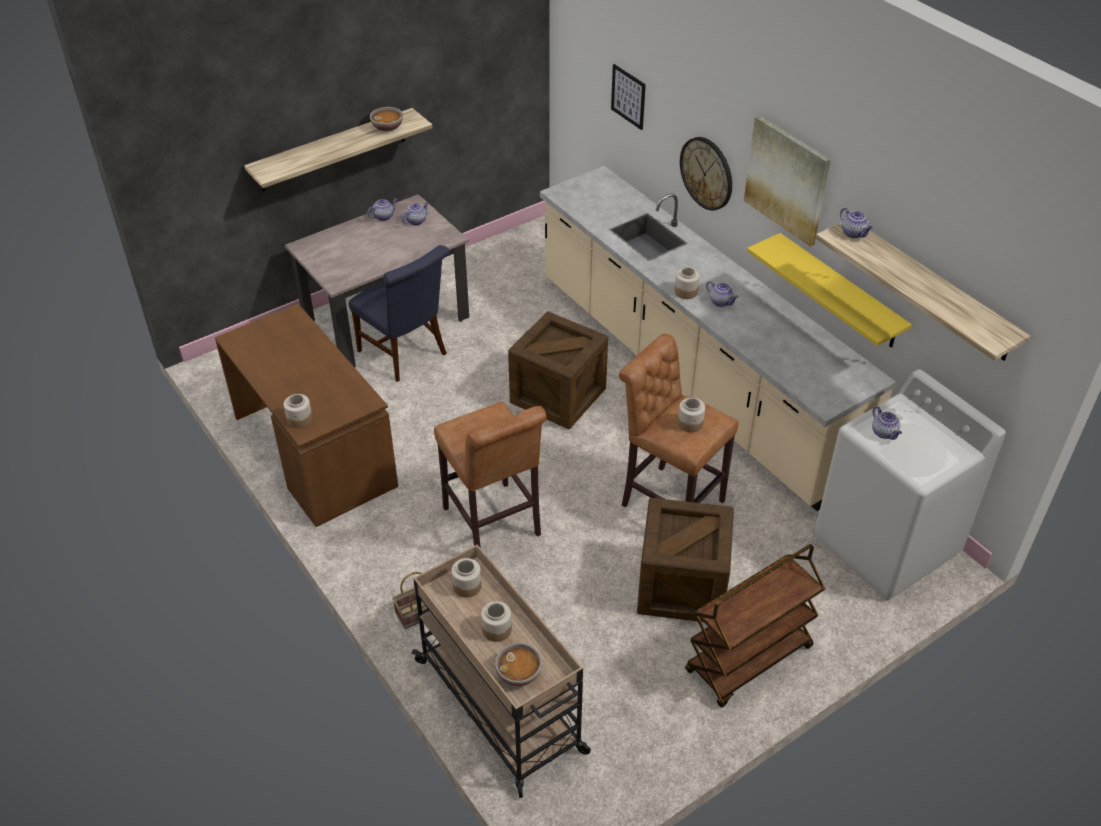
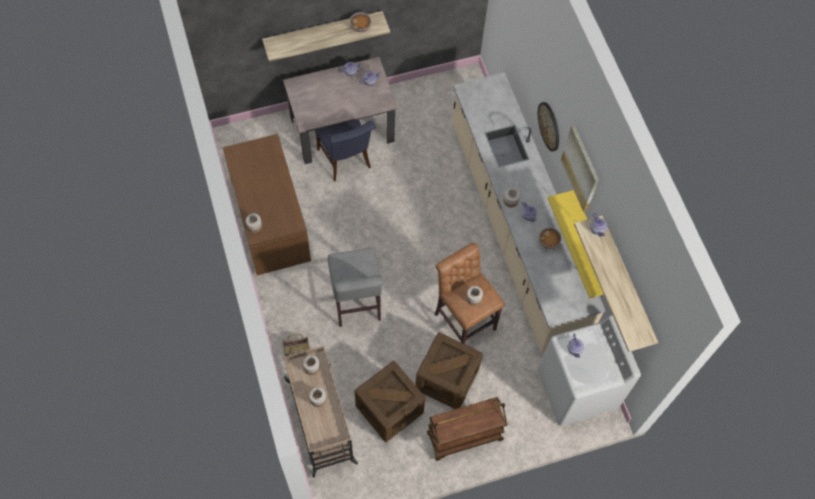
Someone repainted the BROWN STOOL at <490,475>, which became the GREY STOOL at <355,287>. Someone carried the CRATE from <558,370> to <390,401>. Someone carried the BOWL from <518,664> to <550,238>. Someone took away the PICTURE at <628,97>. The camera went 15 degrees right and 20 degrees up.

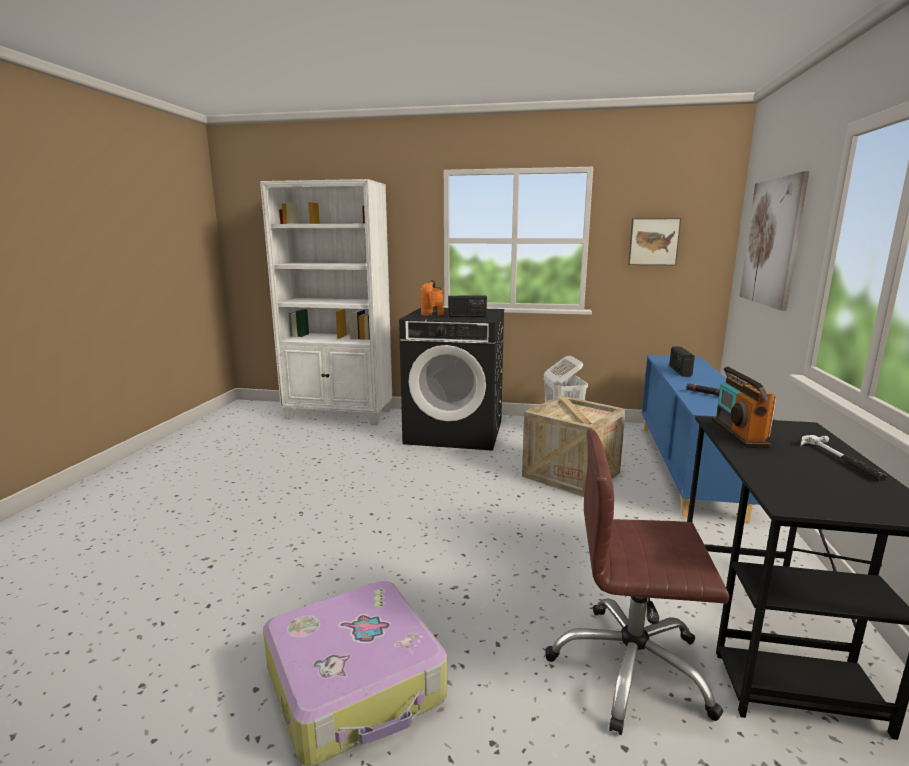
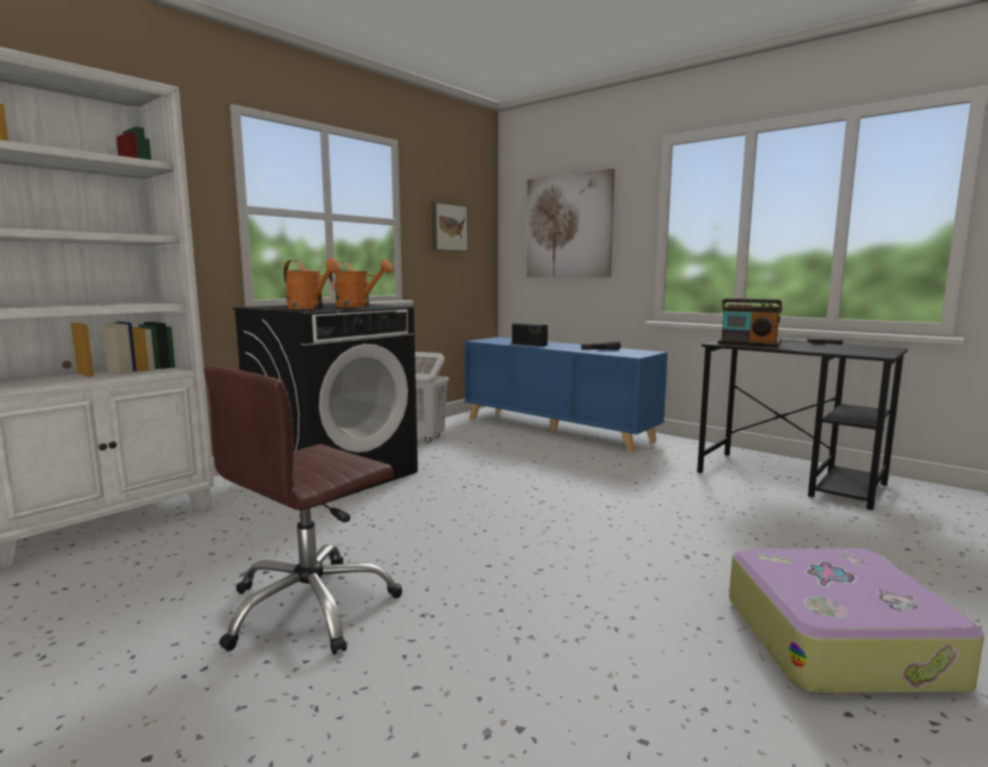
Someone carried the BROWN OFFICE CHAIR from <637,582> to <303,510>. Someone swapped the RADIO at <467,306> for the ORANGE WATERING CAN at <361,283>. Someone took away the CRATE at <574,446>. The camera went 60 degrees left and 5 degrees down.

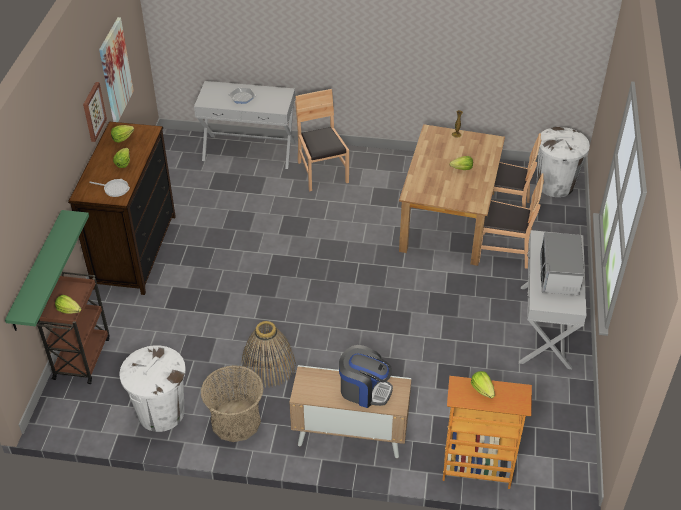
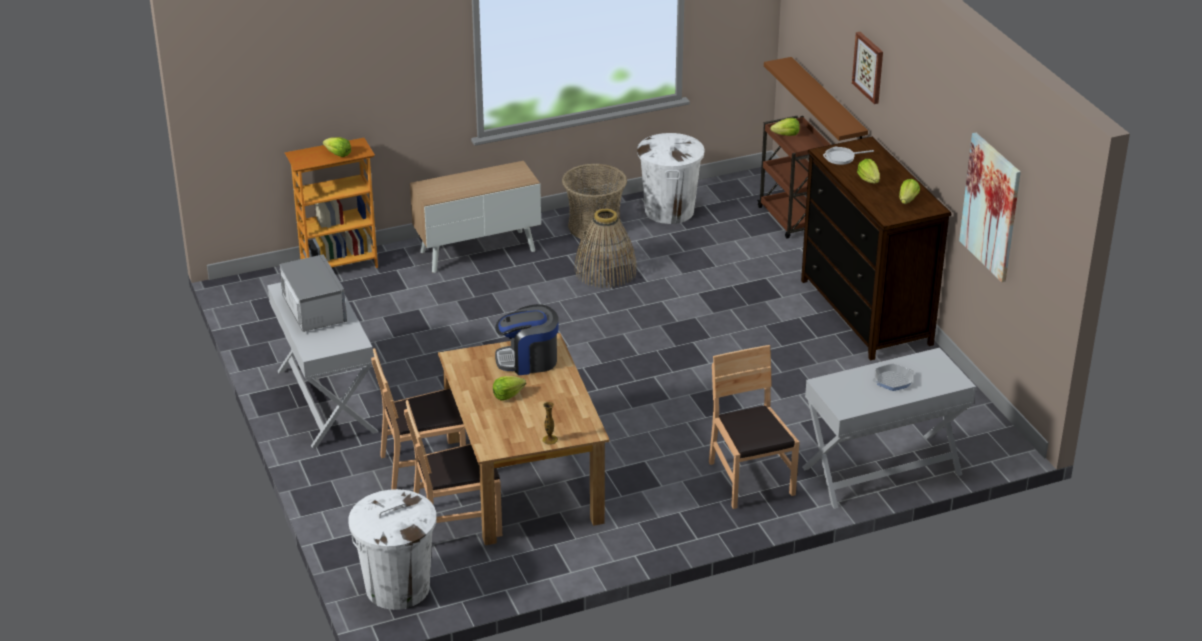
Someone carried the COFFEE MACHINE from <366,376> to <527,339>. Someone rotated the BROWN CHAIR at <322,140> by 150 degrees counterclockwise. Someone repainted the GREEN SHELF at <47,270>, which became the BROWN SHELF at <816,99>. Someone carried the PICTURE from <95,112> to <867,68>. The camera went 150 degrees right and 10 degrees down.

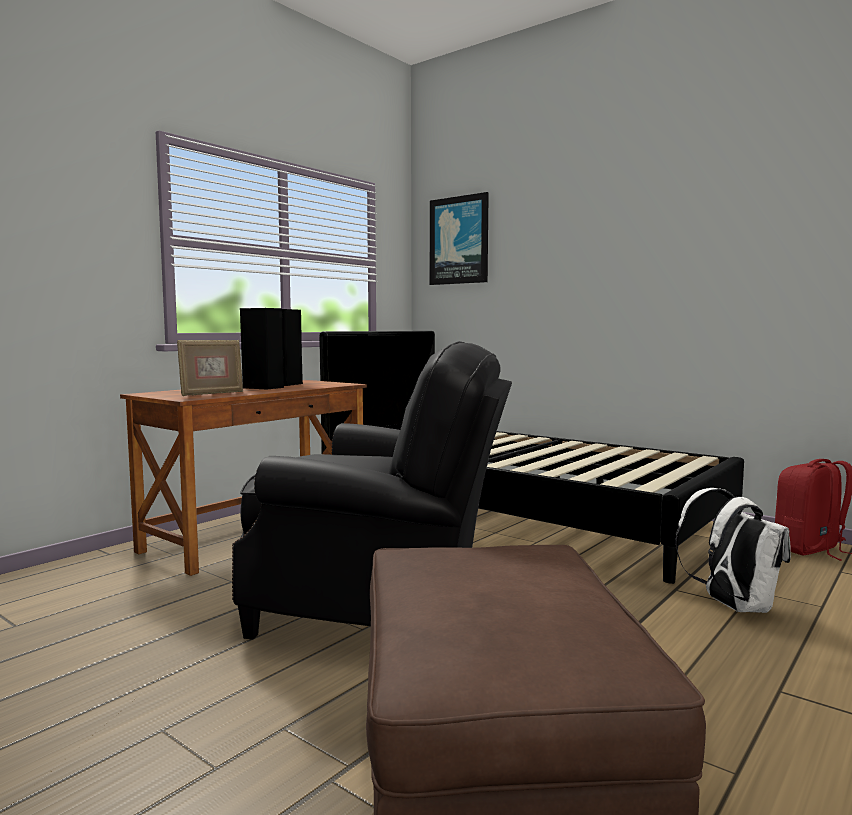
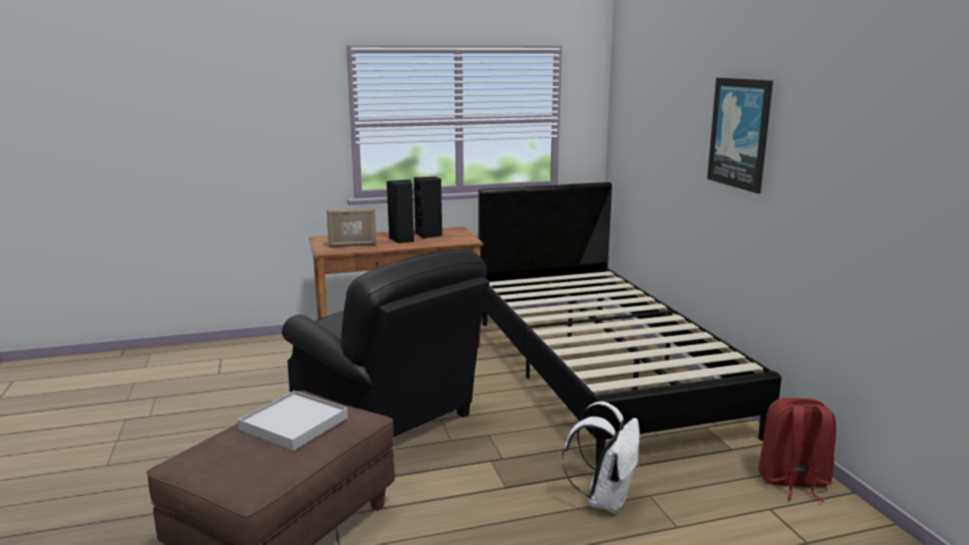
Someone put down the WHITE TRAY at <293,421>. Someone carried the PICTURE from <459,238> to <740,136>. The camera went 35 degrees right and 10 degrees up.

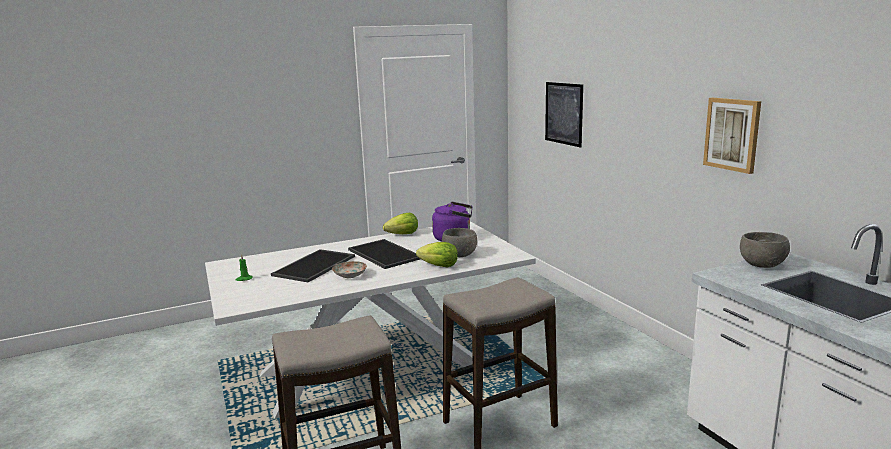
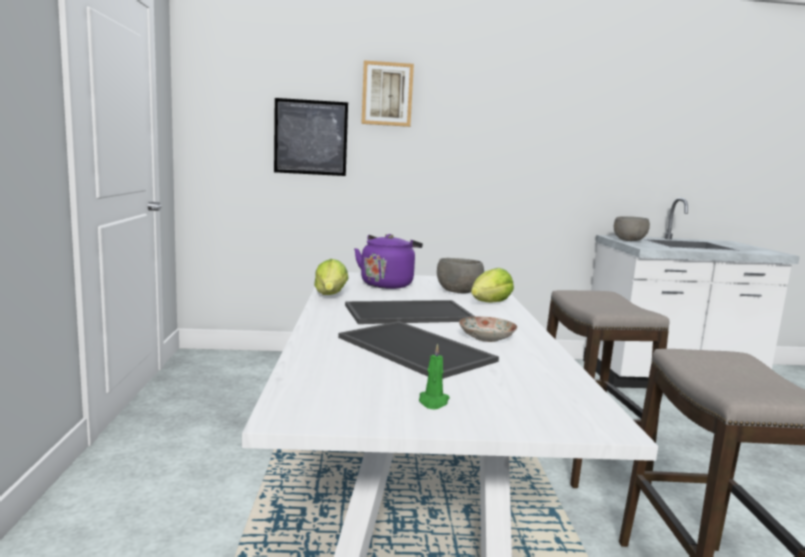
Someone carried the PICTURE from <732,136> to <387,93>. The camera went 70 degrees left and 5 degrees down.

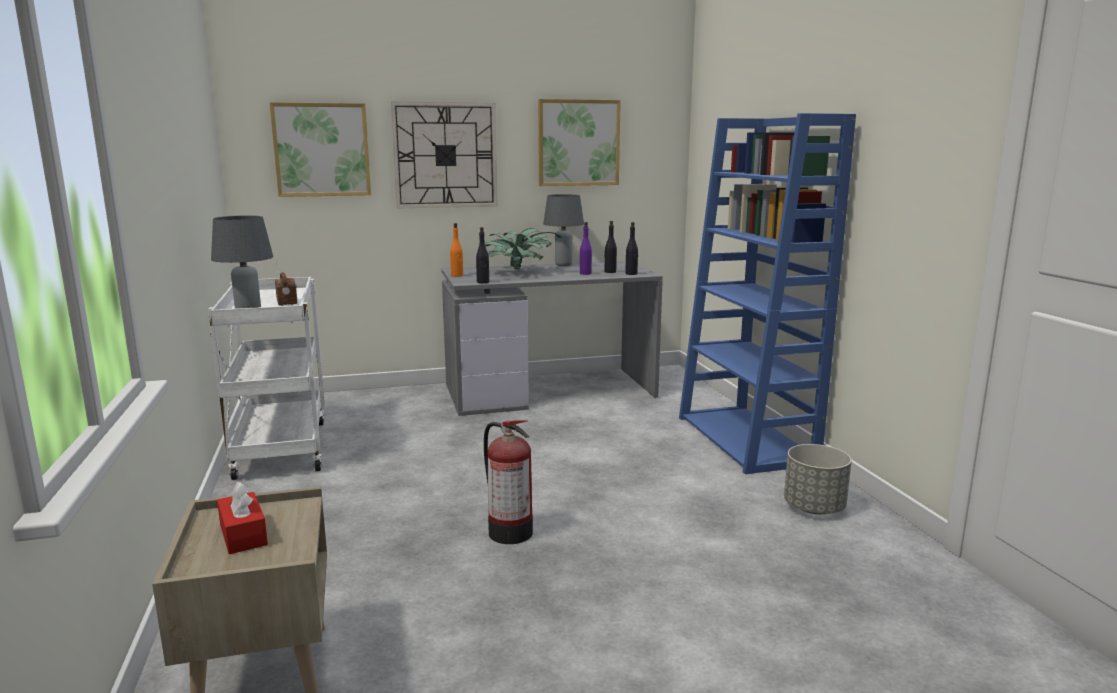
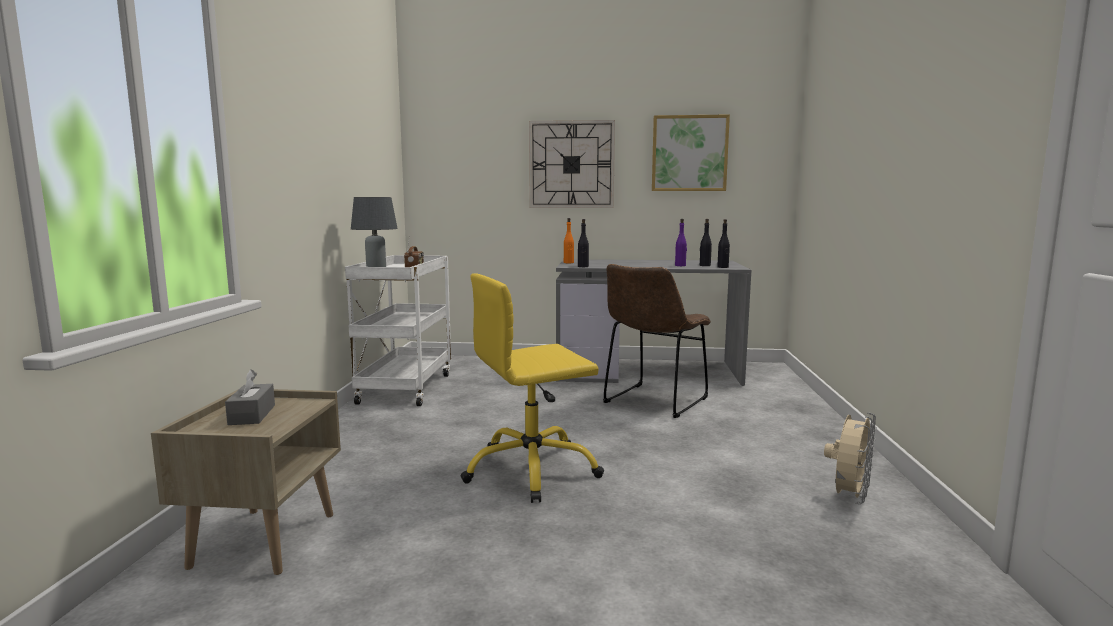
Someone repainted the RED TISSUE BOX at <242,517>, which became the GREY TISSUE BOX at <250,397>. Someone swapped the FIRE EXTINGUISHER at <508,482> for the YELLOW OFFICE CHAIR at <532,388>. Someone put down the BROWN CHAIR at <657,341>. Someone swapped the GREY PLANTER at <818,479> for the BEIGE FAN at <850,458>. Someone took away the PICTURE at <320,149>. Someone took away the POTTED PLANT at <520,249>. Someone took away the GREY TABLE LAMP at <563,230>. Someone took away the BLUE BOOKCASE at <767,293>. The camera went 20 degrees right and 5 degrees down.

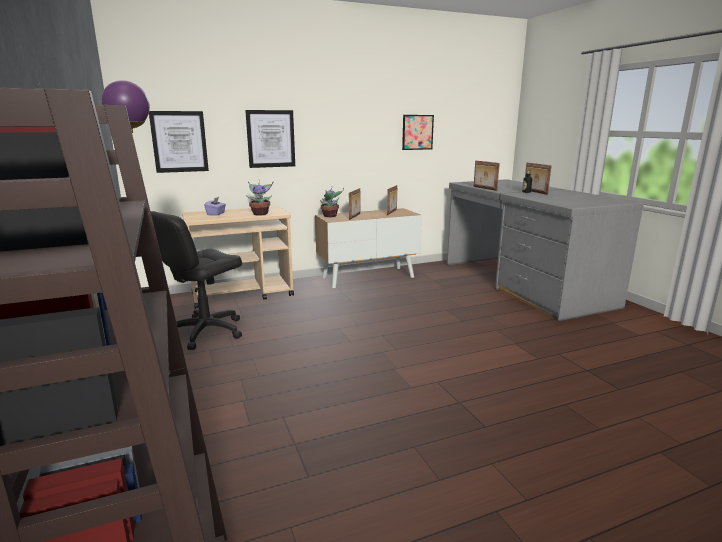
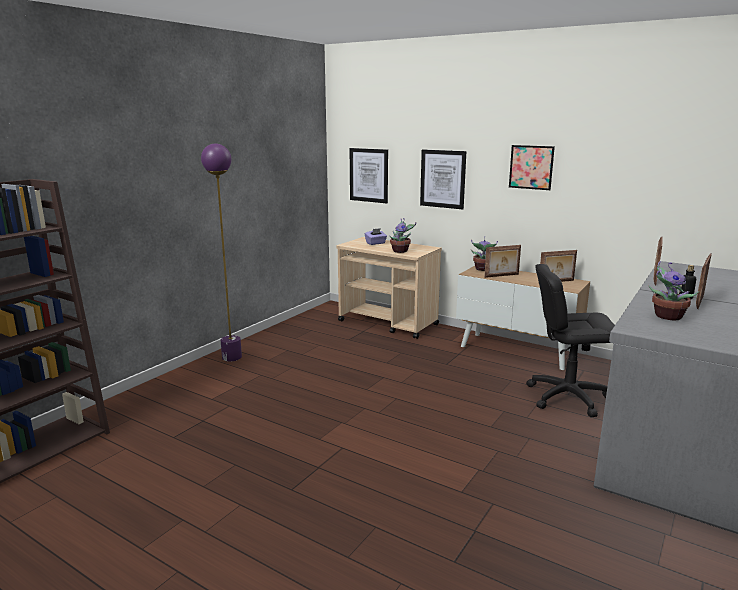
Someone carried the PICTURE from <418,132> to <532,167>. Someone carried the BLACK OFFICE CHAIR from <196,280> to <570,340>. Someone put down the POTTED PLANT at <674,290>. The camera went 55 degrees right and 0 degrees up.

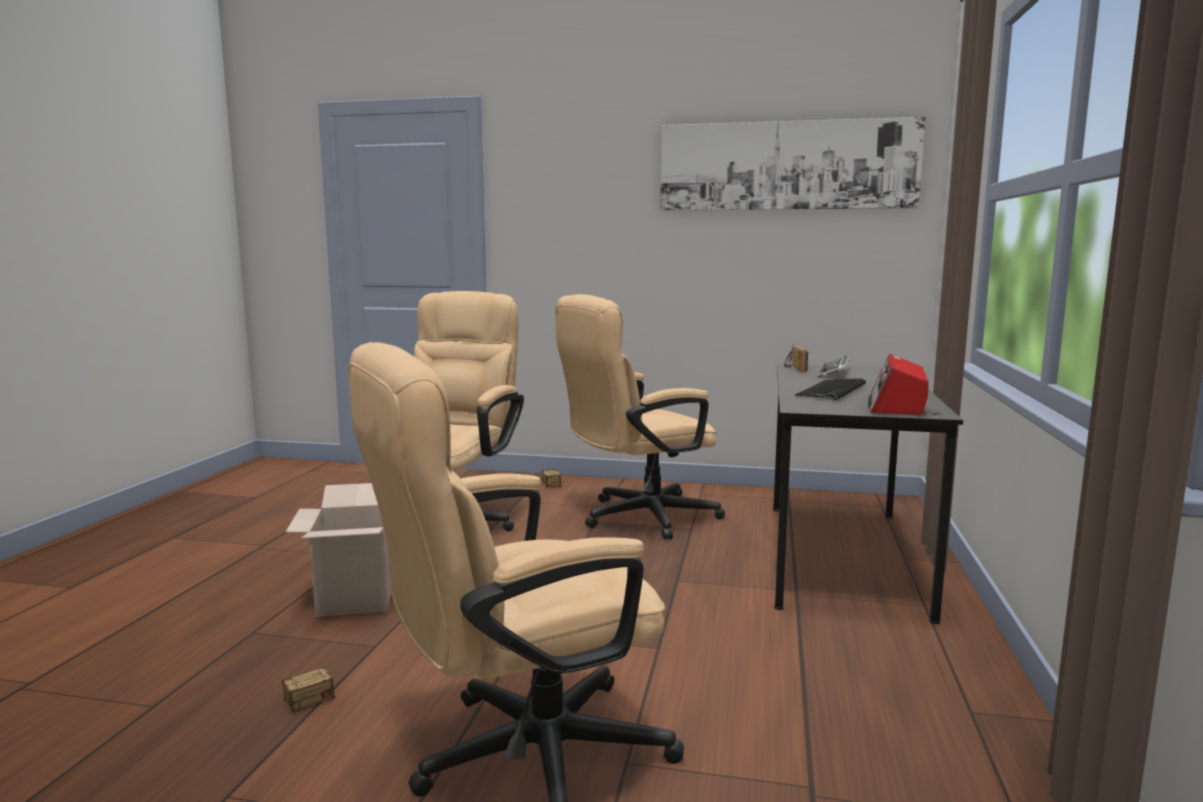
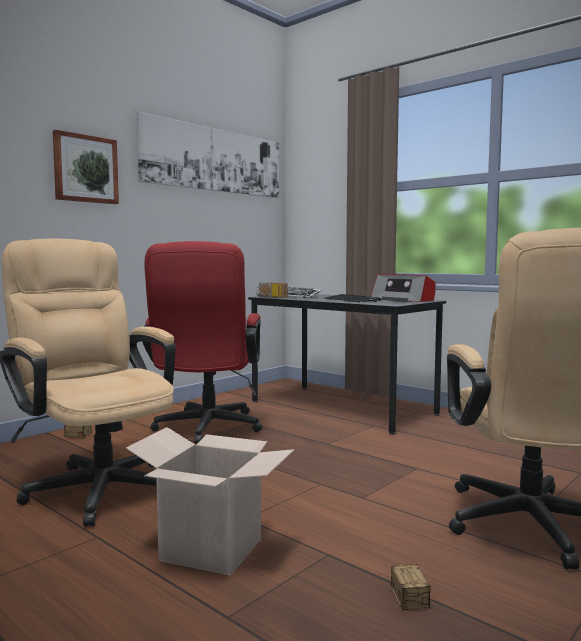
Someone put up the PICTURE at <86,167>. Someone repainted the BEIGE OFFICE CHAIR at <640,417>, which became the RED OFFICE CHAIR at <202,342>. The camera went 60 degrees left and 5 degrees down.

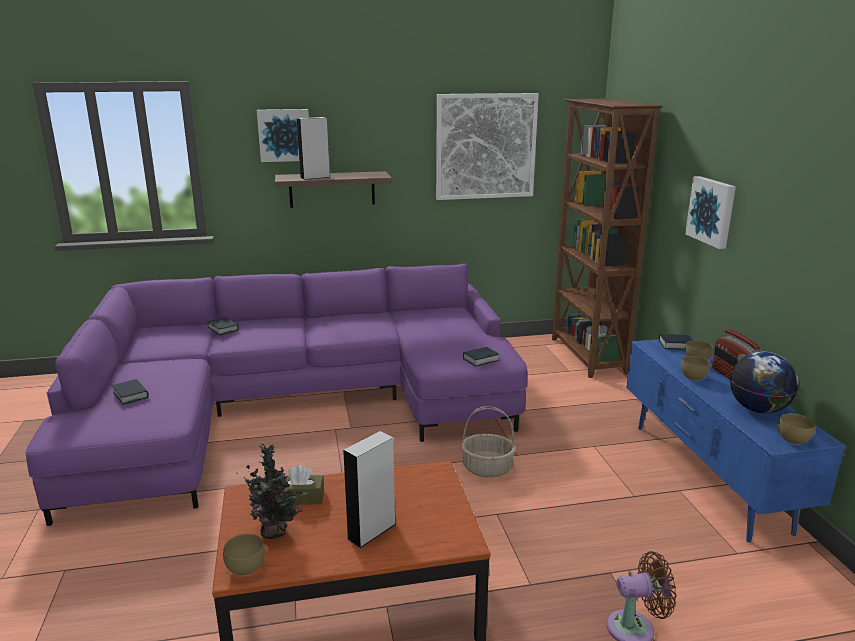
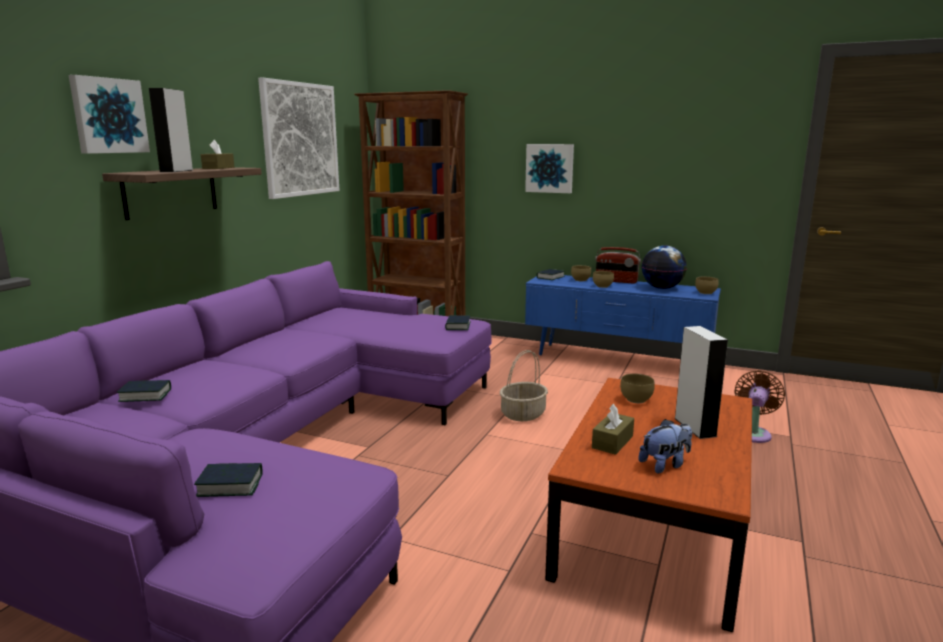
Someone put down the BROWN TISSUE BOX at <217,154>. Someone carried the BROWN BOWL from <244,555> to <637,388>. Someone swapped the POTTED PLANT at <272,491> for the PLUSH TOY at <665,446>. The camera went 55 degrees left and 5 degrees down.

